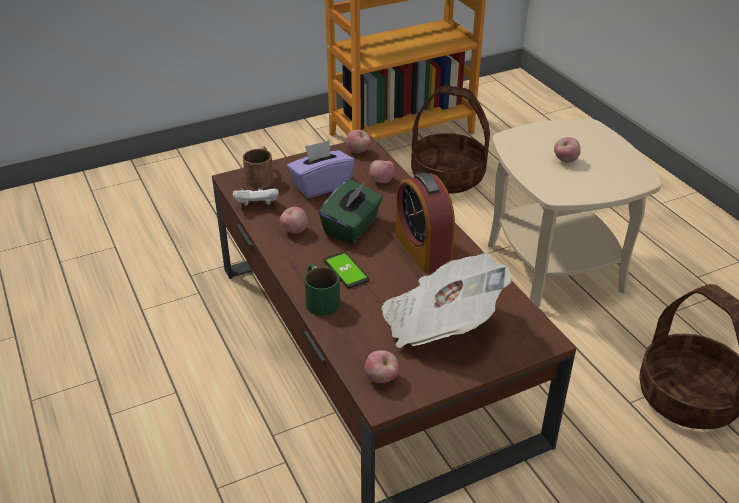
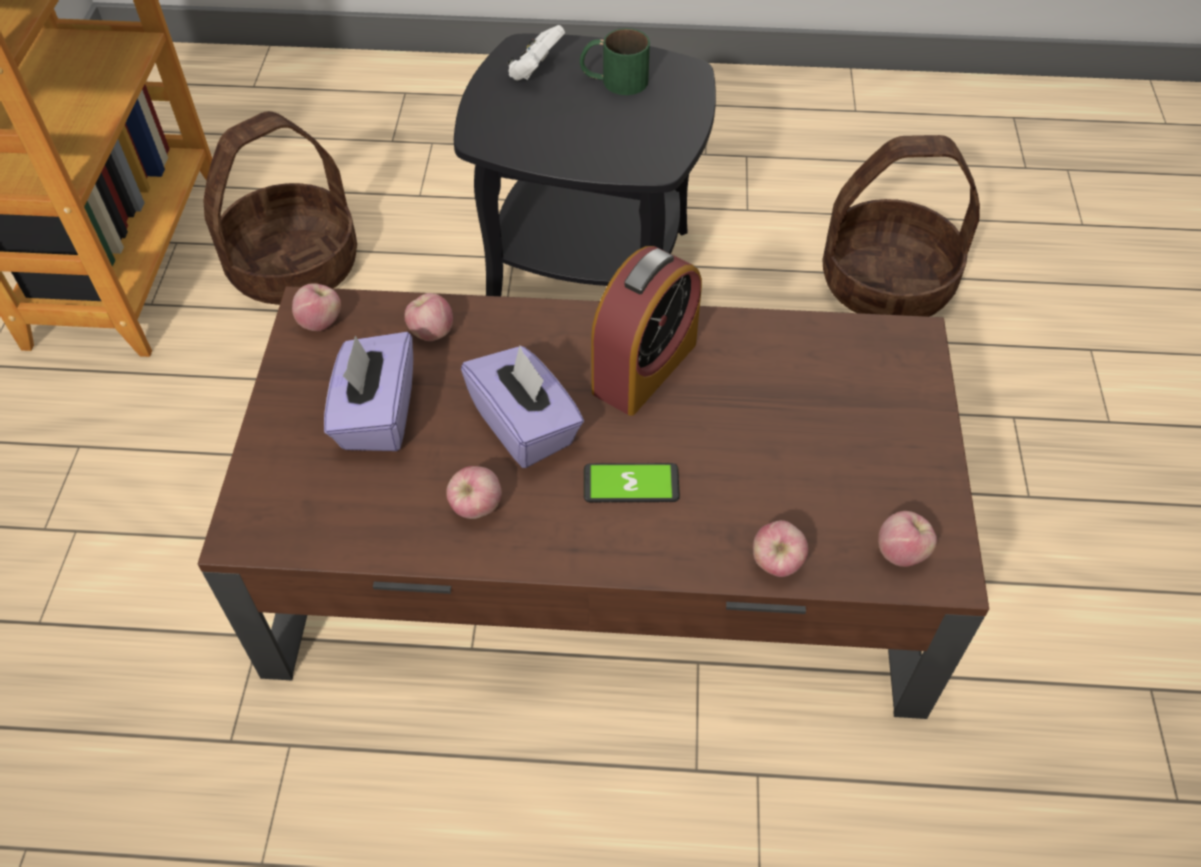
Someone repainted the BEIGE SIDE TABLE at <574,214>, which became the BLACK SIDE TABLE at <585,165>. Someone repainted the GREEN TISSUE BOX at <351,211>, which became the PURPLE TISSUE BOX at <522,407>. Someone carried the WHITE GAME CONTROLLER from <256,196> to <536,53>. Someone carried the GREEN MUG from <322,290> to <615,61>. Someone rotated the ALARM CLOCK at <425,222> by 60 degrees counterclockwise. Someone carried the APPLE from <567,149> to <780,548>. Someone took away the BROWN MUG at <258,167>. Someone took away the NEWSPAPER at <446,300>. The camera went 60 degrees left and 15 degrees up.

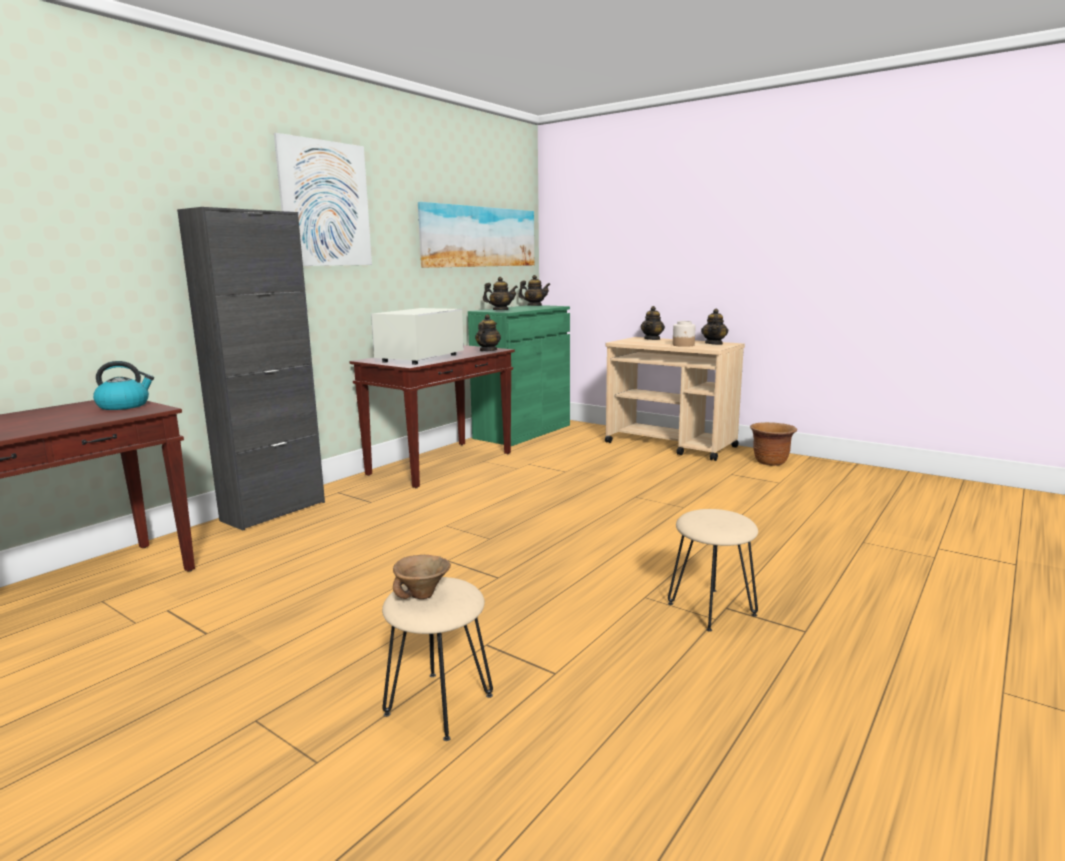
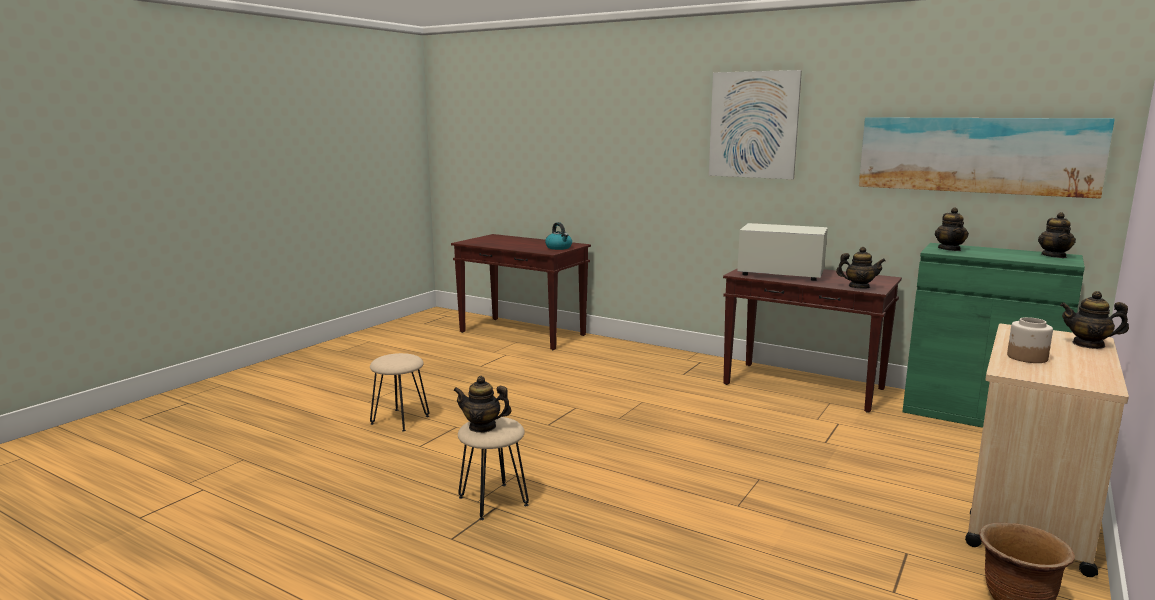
Someone carried the TEAPOT from <714,327> to <482,404>. Someone took away the BLACK CABINET at <251,368>. Someone took away the BROWN BOWL at <422,577>. The camera went 85 degrees right and 0 degrees up.

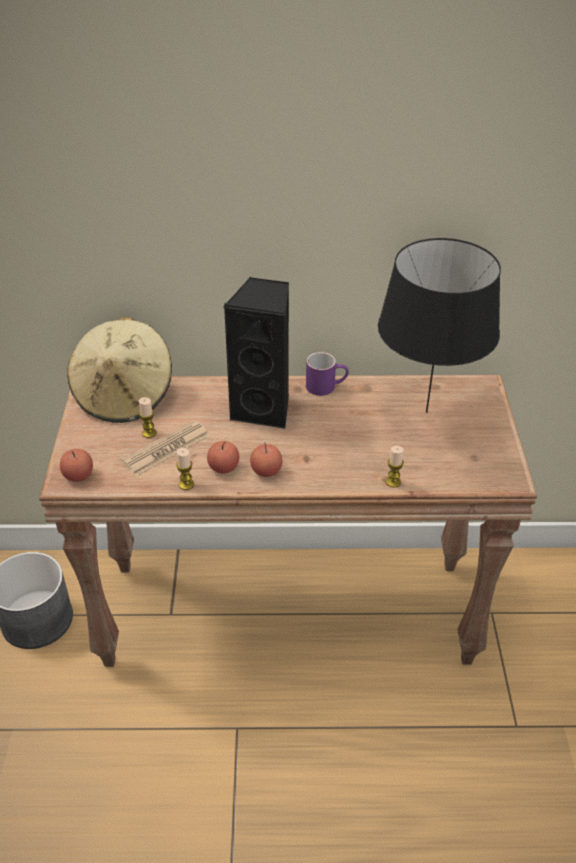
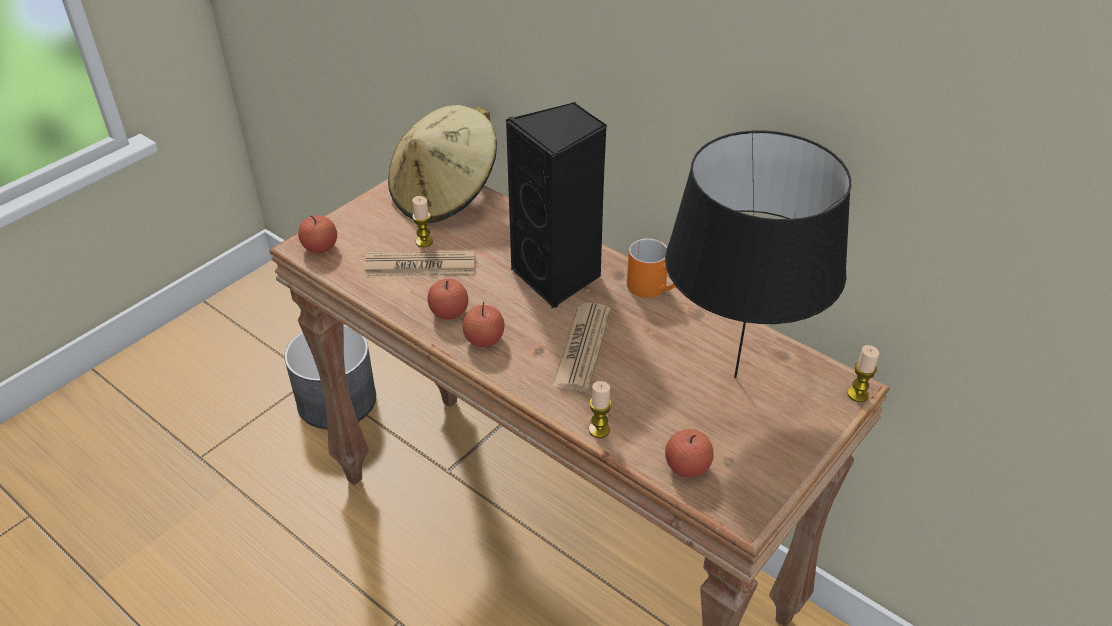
Someone put down the NEWSPAPER at <581,347>. Someone repainted the PURPLE MUG at <327,374>, which became the ORANGE MUG at <651,268>. Someone put down the APPLE at <689,453>. Someone carried the CANDLE from <185,469> to <863,373>. The camera went 40 degrees right and 0 degrees up.

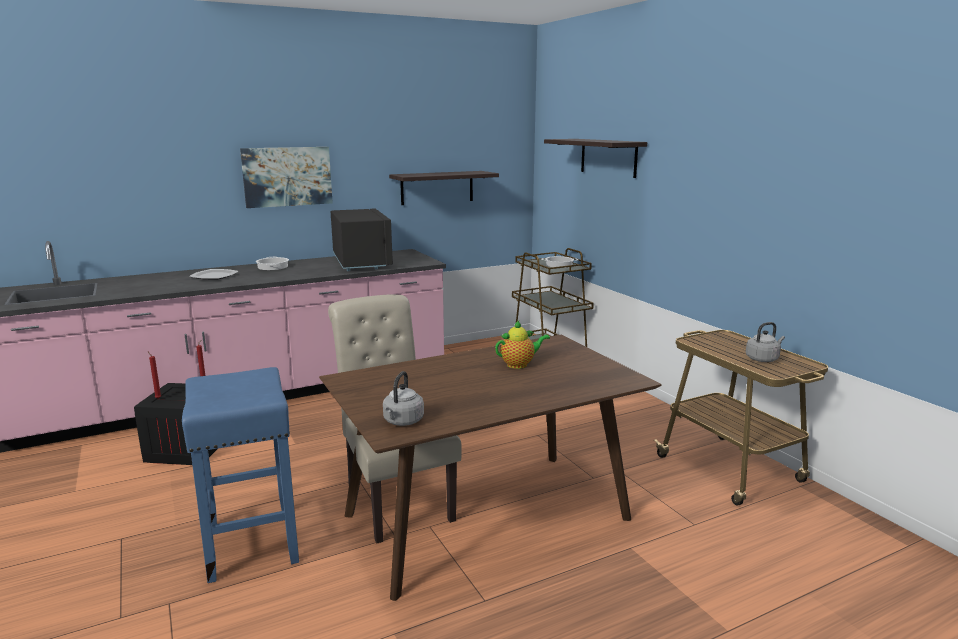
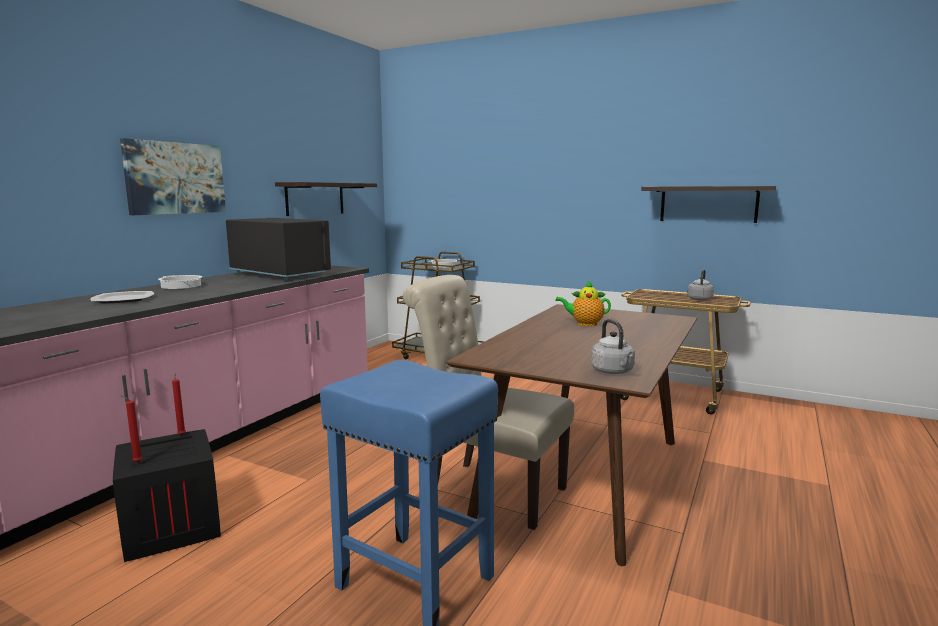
Someone rotated the TEAPOT at <522,345> by 120 degrees counterclockwise. Someone carried the SHELF from <595,158> to <708,204>. The camera went 35 degrees left and 5 degrees down.

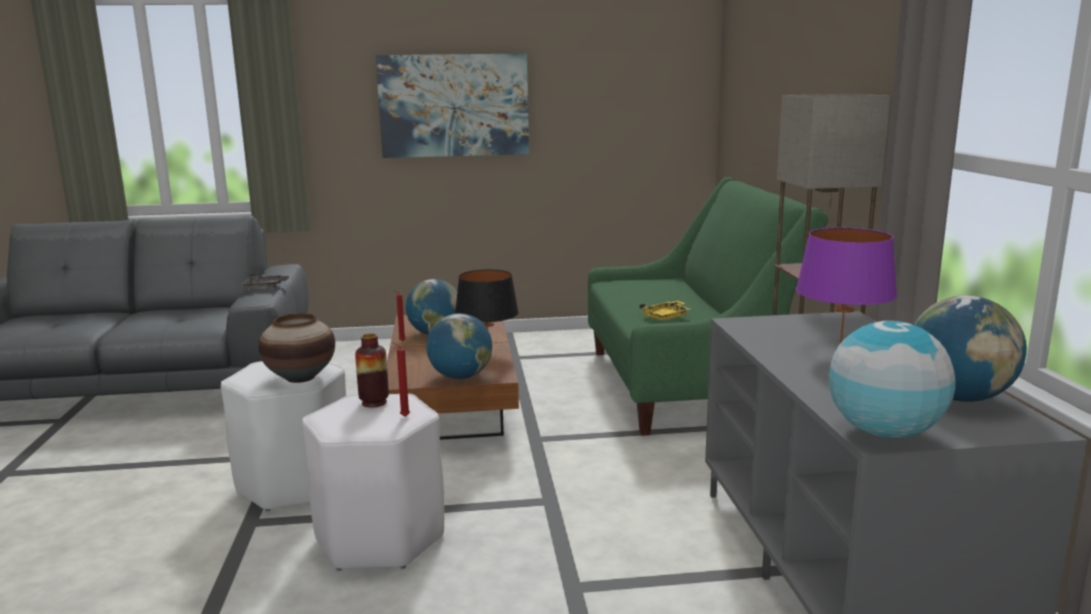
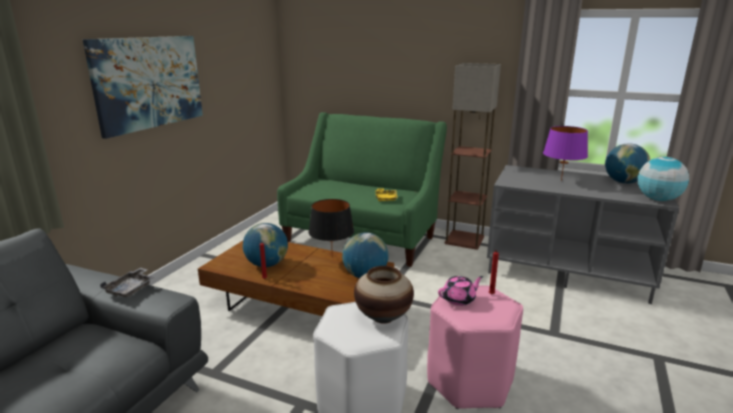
Someone repainted the WHITE STOOL at <373,482>, which became the PINK STOOL at <475,347>. Someone swapped the VASE at <372,370> for the PINK TEAPOT at <460,291>. The camera went 60 degrees left and 5 degrees up.

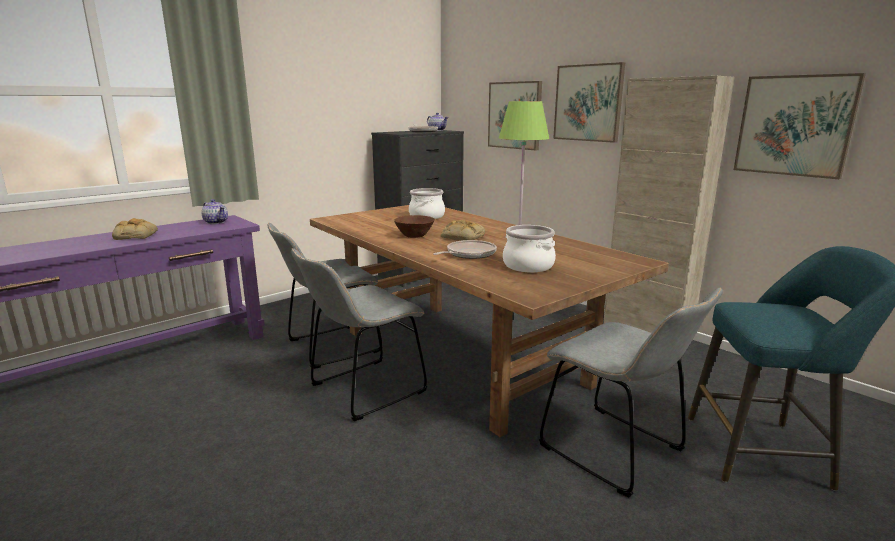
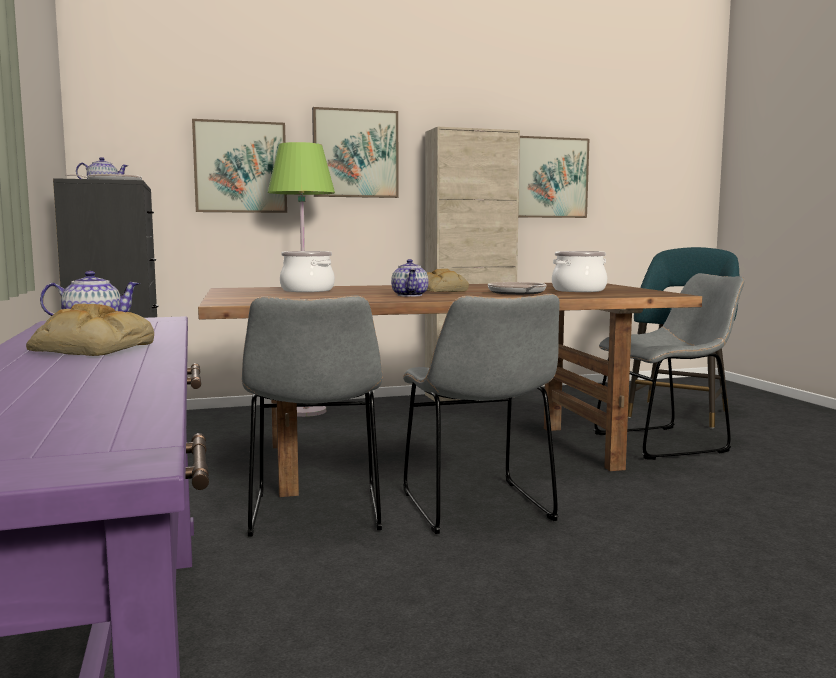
Someone swapped the BROWN BOWL at <414,226> for the TEAPOT at <410,278>. The camera went 65 degrees left and 10 degrees down.

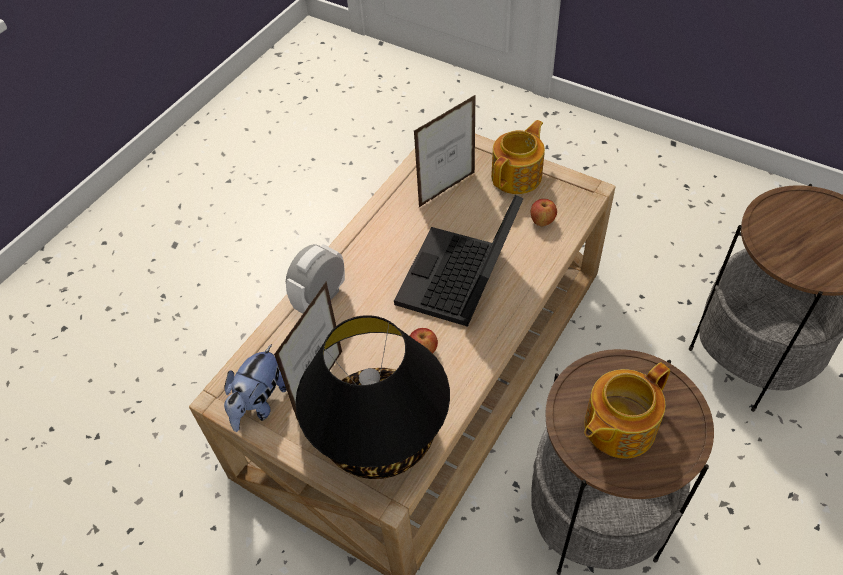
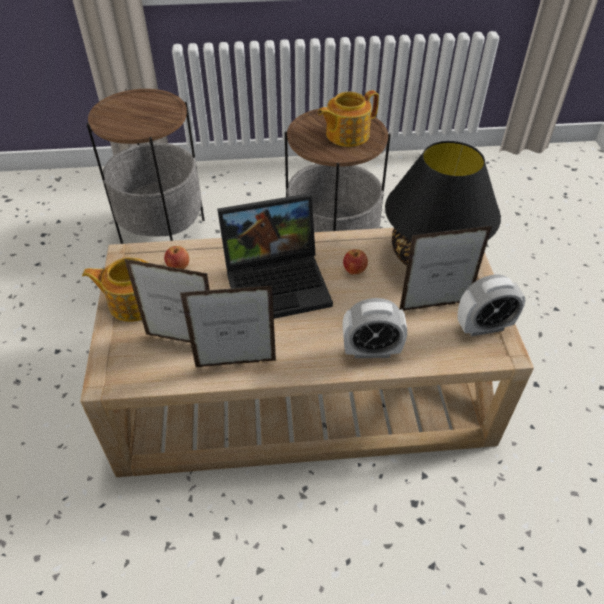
Someone put down the PICTURE FRAME at <228,326>. Someone rotated the TEAPOT at <627,411> by 135 degrees clockwise. Someone swapped the PLUSH TOY at <255,388> for the ALARM CLOCK at <491,305>. The camera went 130 degrees left and 5 degrees down.

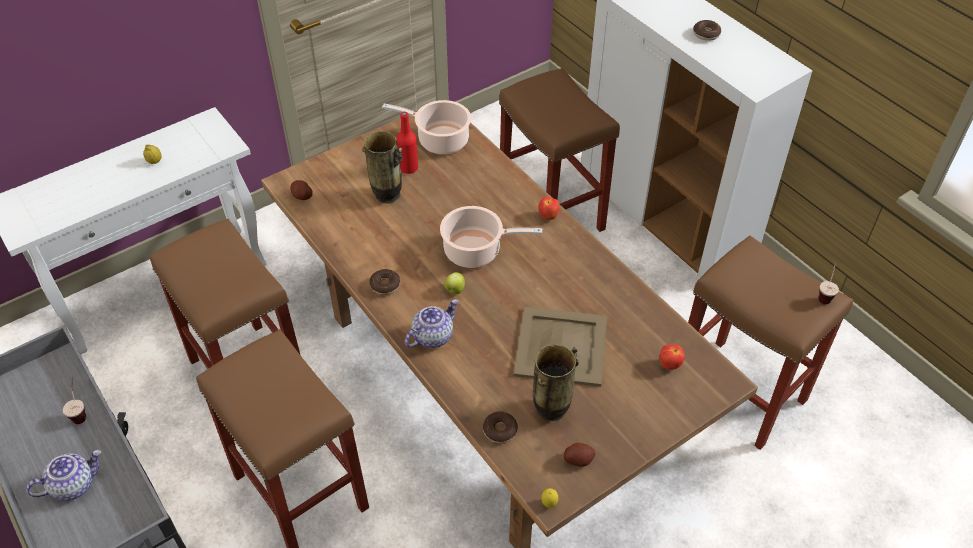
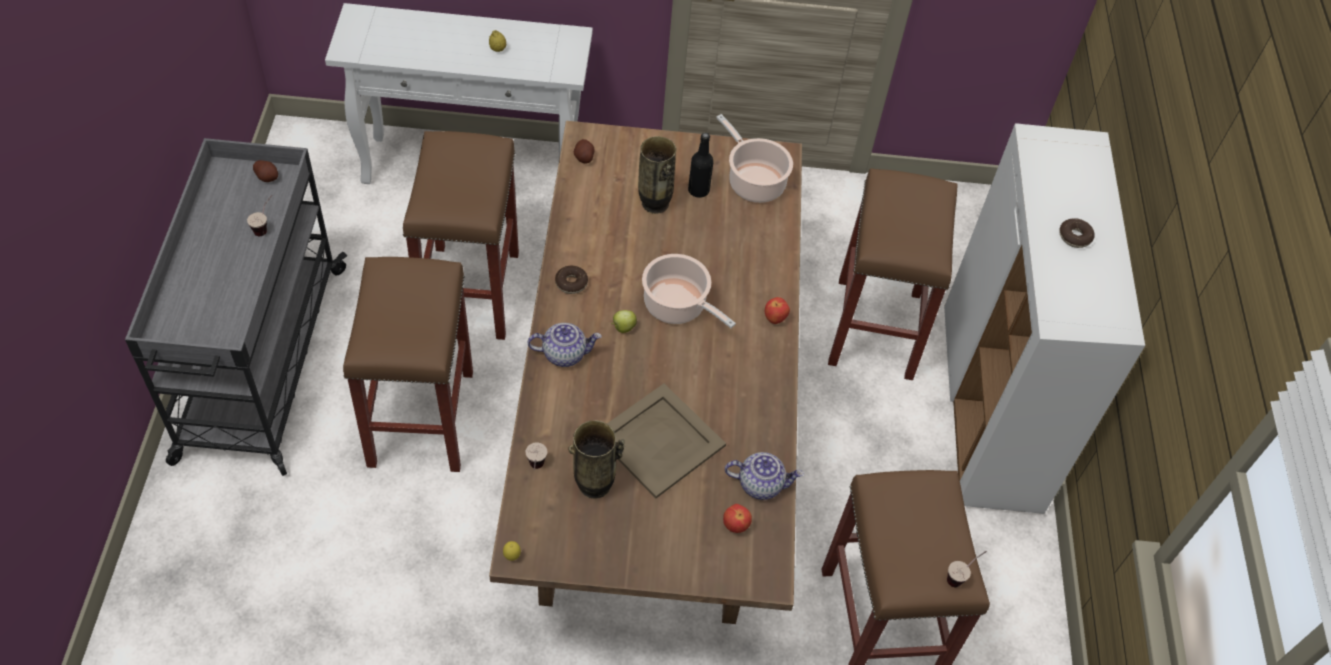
Someone carried the POTATO from <579,455> to <265,171>. Someone swapped the DONUT at <500,427> for the CUP at <536,456>. Someone repainted the RED BOTTLE at <407,143>, which became the BLACK BOTTLE at <700,165>. Someone carried the TEAPOT from <63,475> to <764,476>. The camera went 35 degrees right and 5 degrees up.

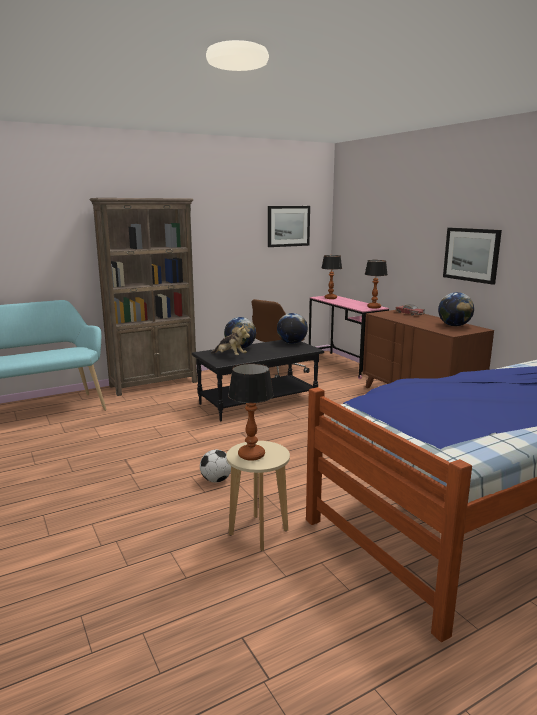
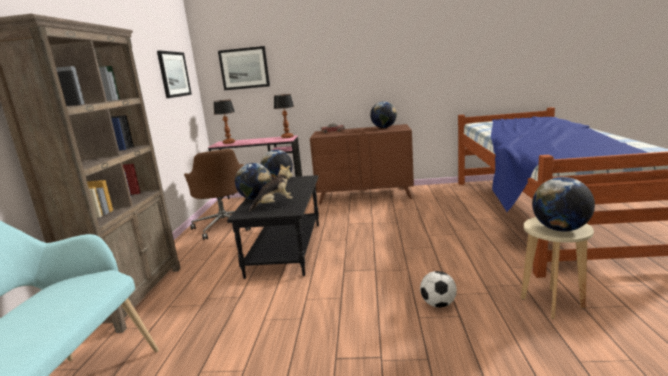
Someone carried the PICTURE from <472,256> to <244,68>. Someone swapped the TABLE LAMP at <251,412> for the GLOBE at <563,204>. The camera went 55 degrees left and 0 degrees up.

